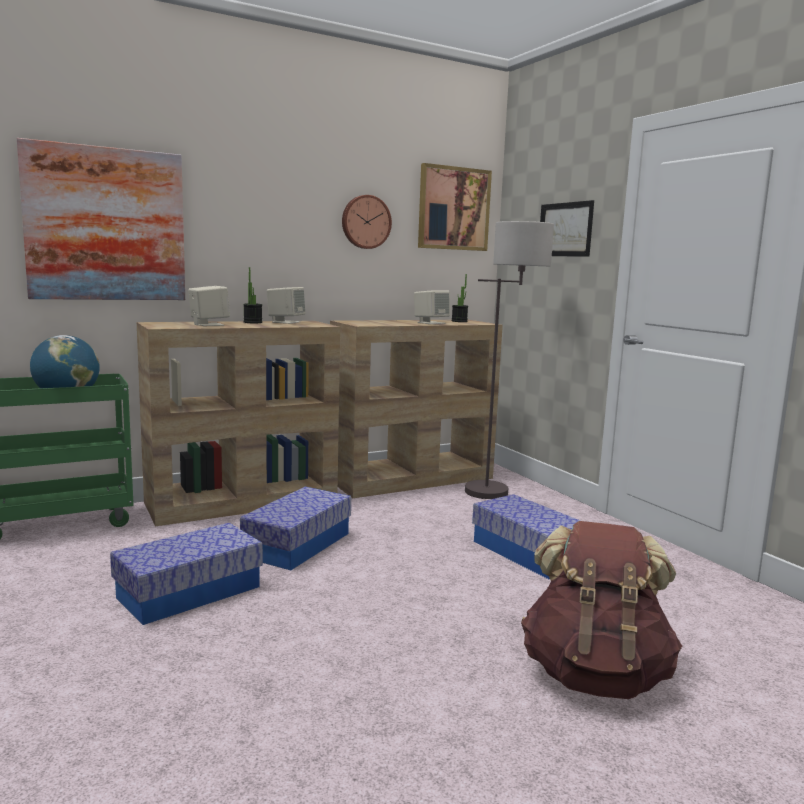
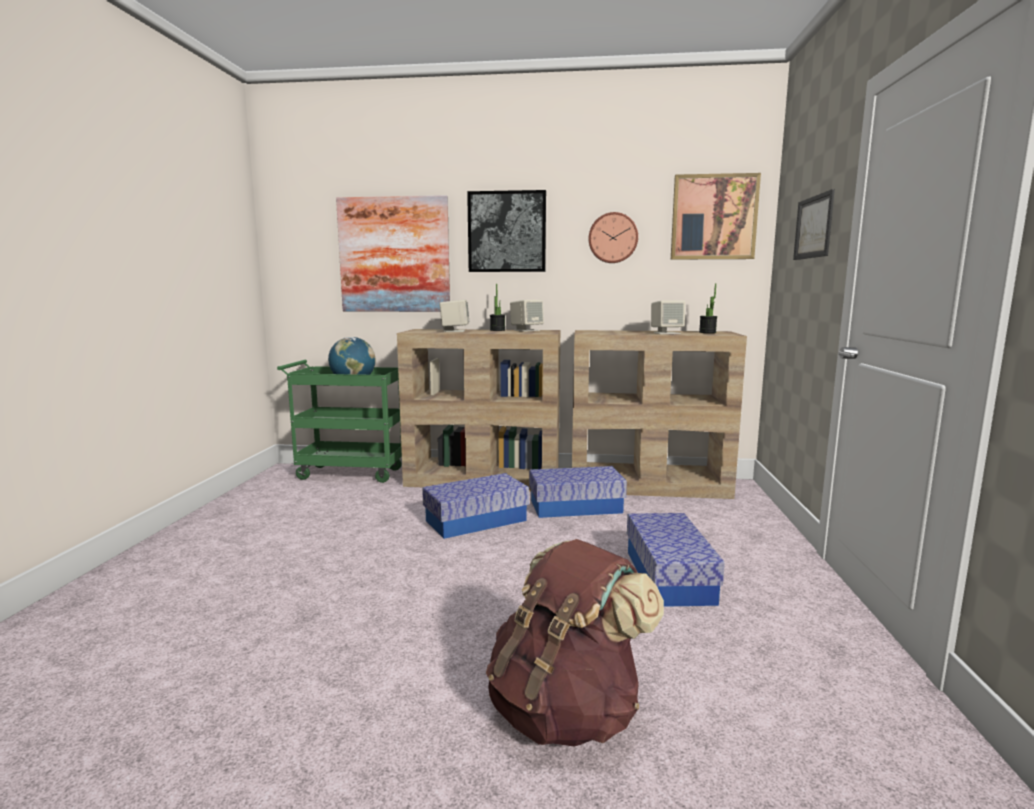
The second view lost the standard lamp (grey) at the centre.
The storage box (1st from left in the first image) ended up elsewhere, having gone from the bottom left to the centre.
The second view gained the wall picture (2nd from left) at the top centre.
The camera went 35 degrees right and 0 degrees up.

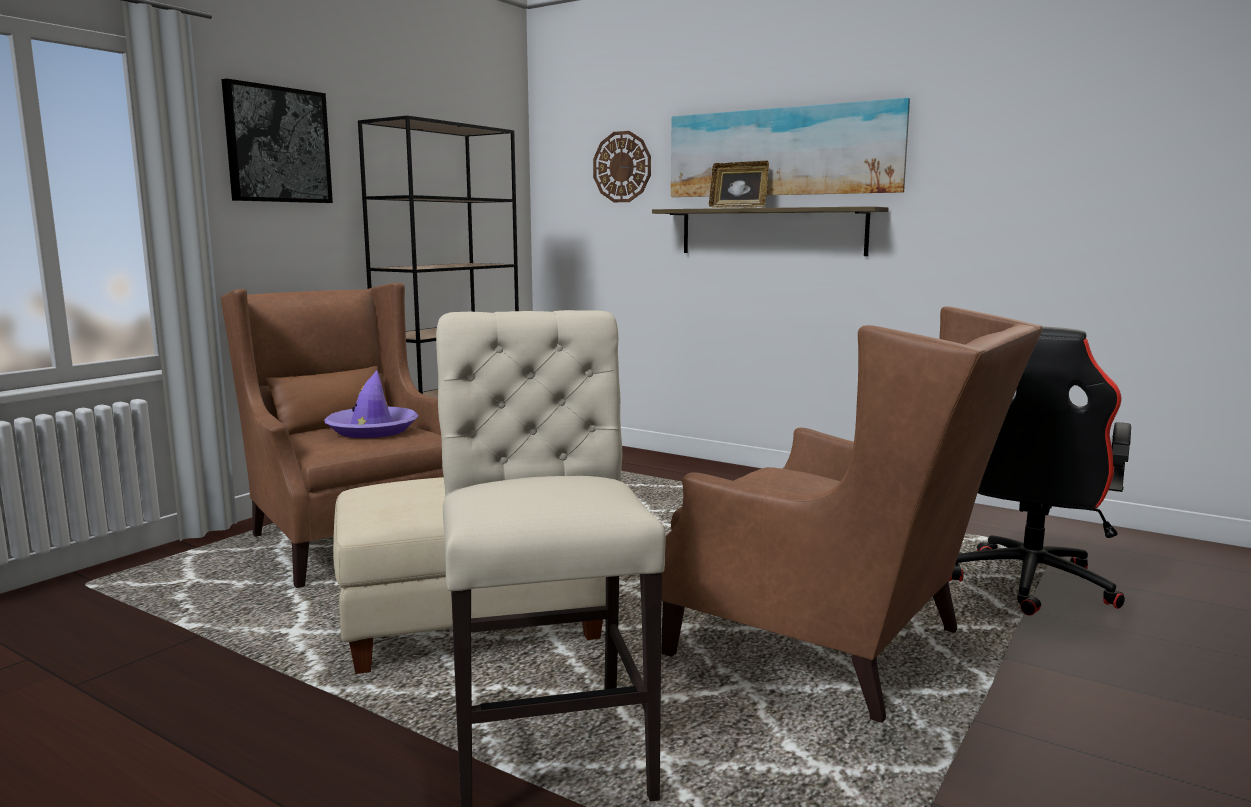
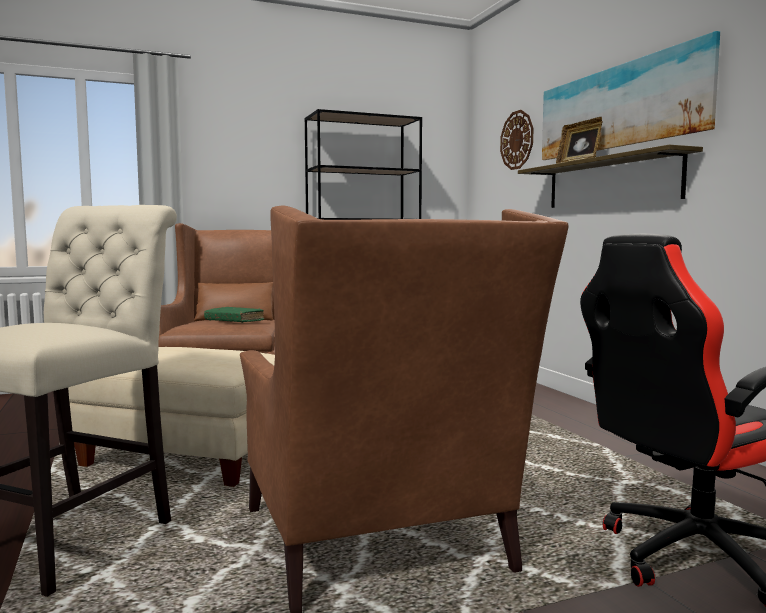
The second view lost the wall picture (1st from left) at the top left.
Where the clothing hat (purple) stood at the middle left, the bound book (green-coloured) came to stand at the middle left.
The camera went 35 degrees right and 5 degrees down.

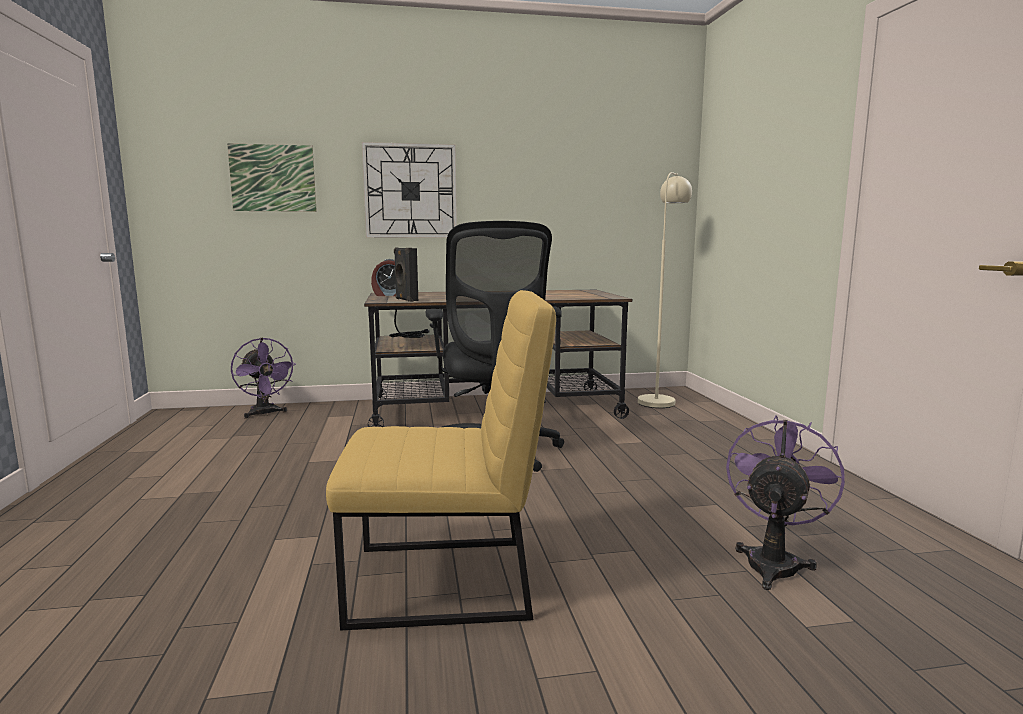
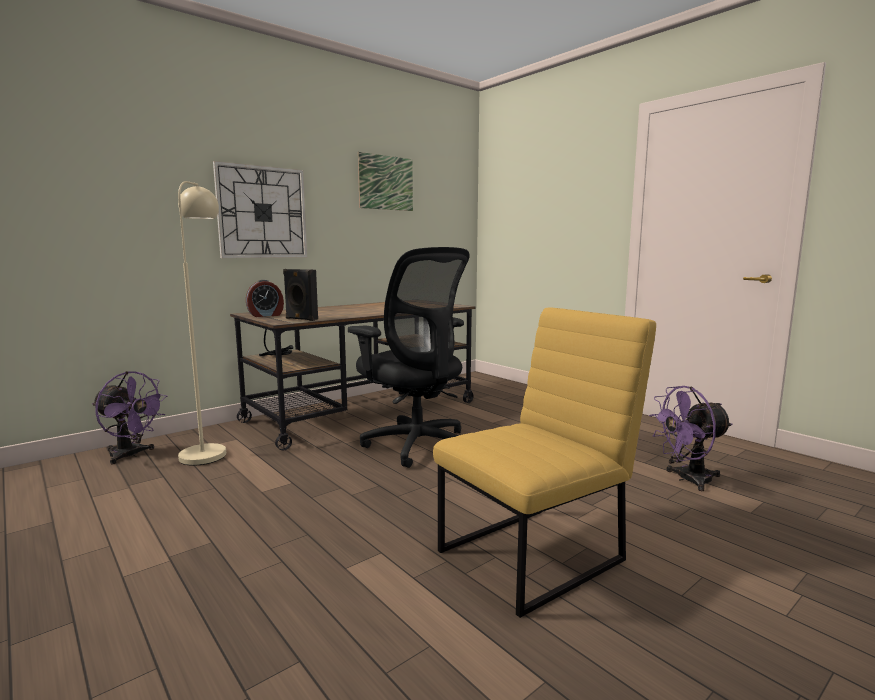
The wall picture ended up elsewhere, having gone from the top left to the top centre.
The standard lamp (sand-coloured) ended up elsewhere, having gone from the centre to the middle left.
The cooling fan (purple) (2nd from left) at the bottom right ended up facing another way, 105 degrees counterclockwise from before.
The camera went 30 degrees left and 0 degrees up.

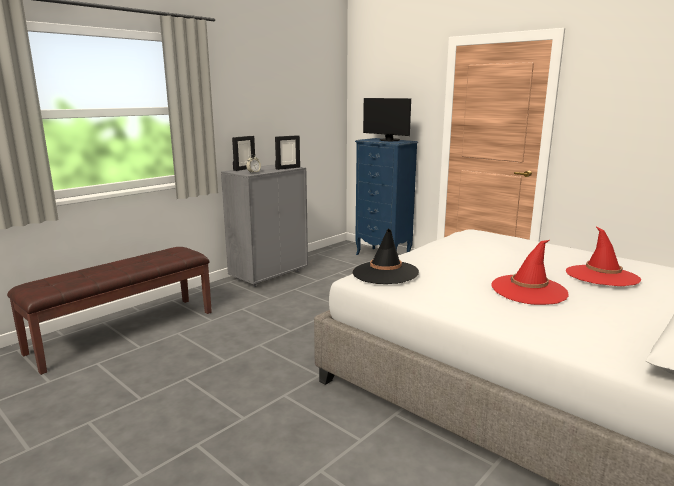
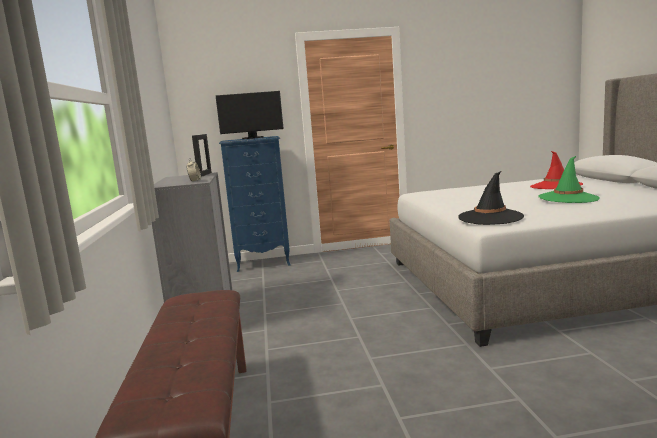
The second view lost the picture frame (1st from left) at the top centre.
What was the clothing hat (red-coloured) (1st from left) at the middle right turned into the clothing hat (green-coloured) at the middle right.
The camera went 50 degrees left and 5 degrees down.

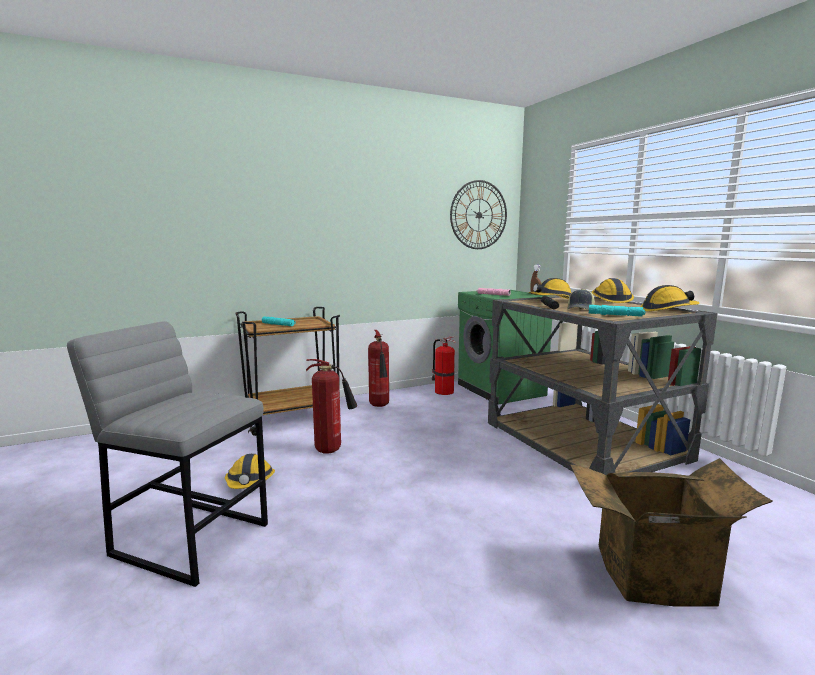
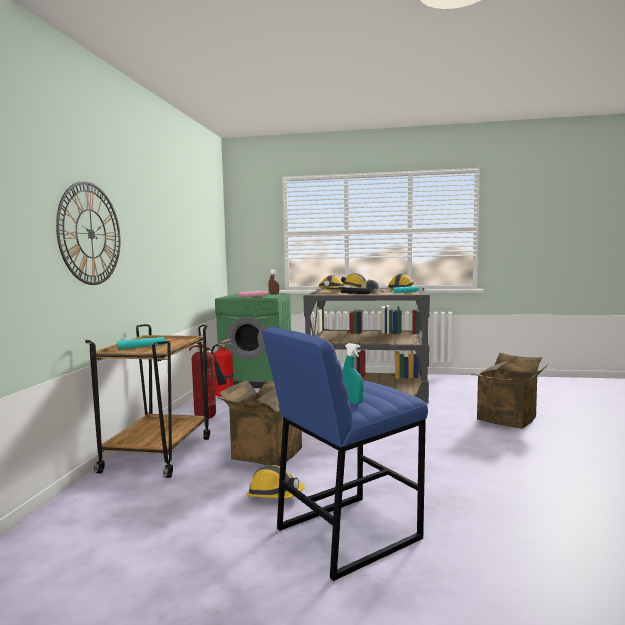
The wall clock ended up elsewhere, having gone from the top centre to the middle left.
What was the sitting stool (grey) at the bottom left turned into the sitting stool (blue) at the bottom centre.
Where the extinguisher (1st from left) stood at the centre, the cardboard box (1st from left) came to stand at the bottom centre.
The second view gained the hand sprayer (turquoise-coloured) at the centre.
The camera went 55 degrees left and 5 degrees down.

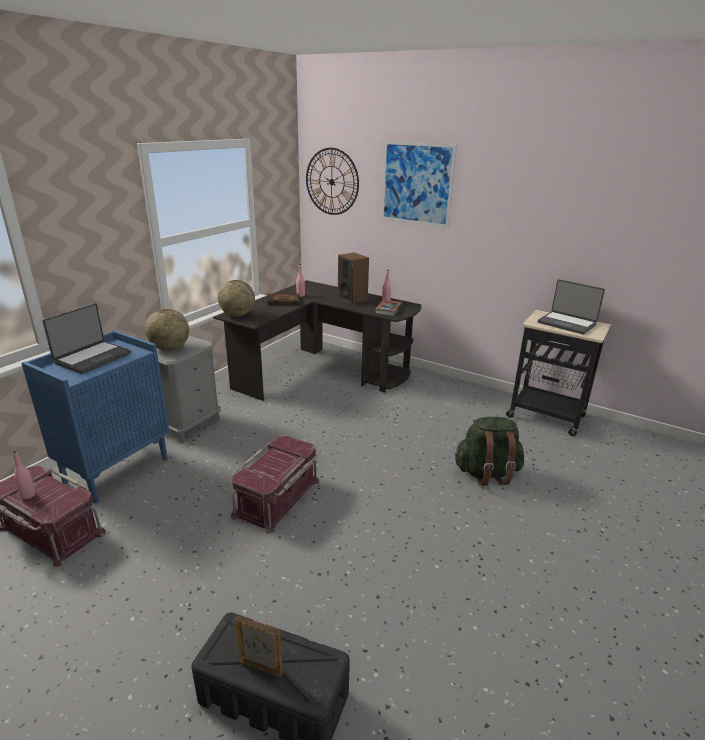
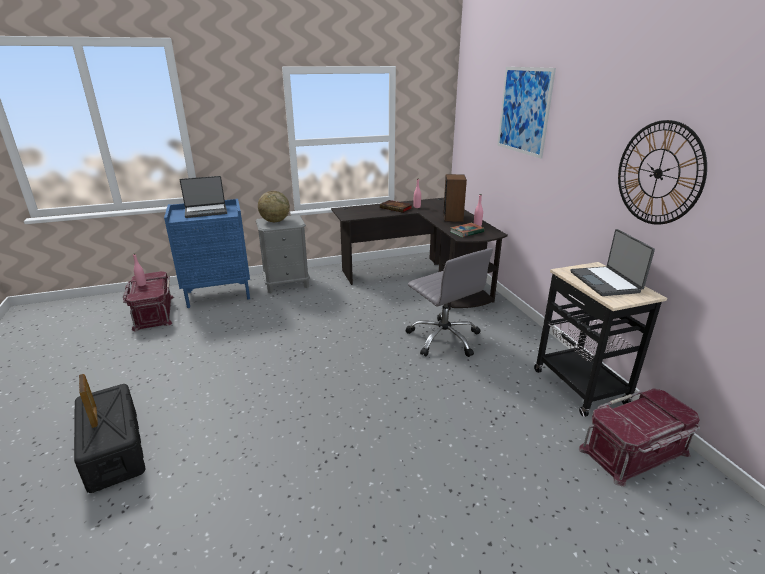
The wall clock ended up elsewhere, having gone from the top centre to the top right.
The second view lost the desk globe (2nd from left) at the centre.
The second view lost the rucksack (green-coloured) at the middle right.
The storage box (red-coloured) (2nd from left) ended up elsewhere, having gone from the centre to the bottom right.
The second view gained the computer chair (grey) at the centre.
The camera went 40 degrees right and 0 degrees up.

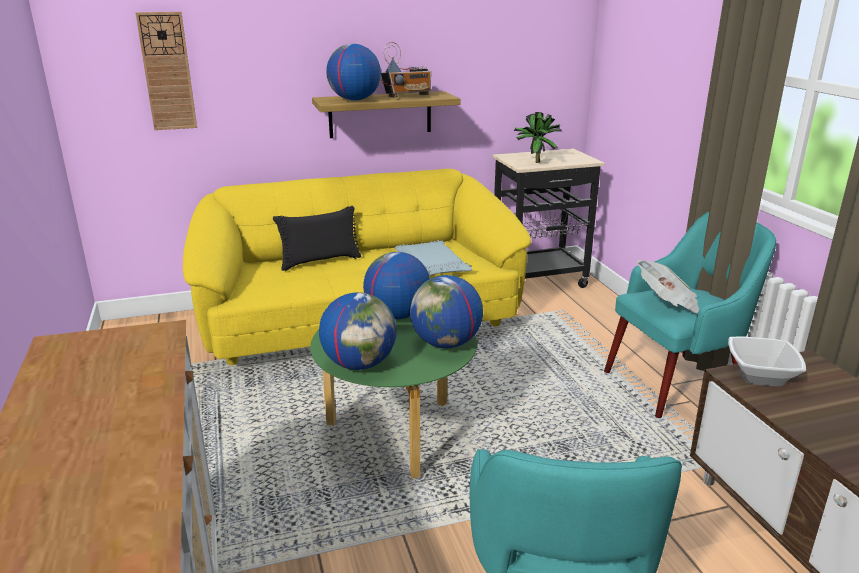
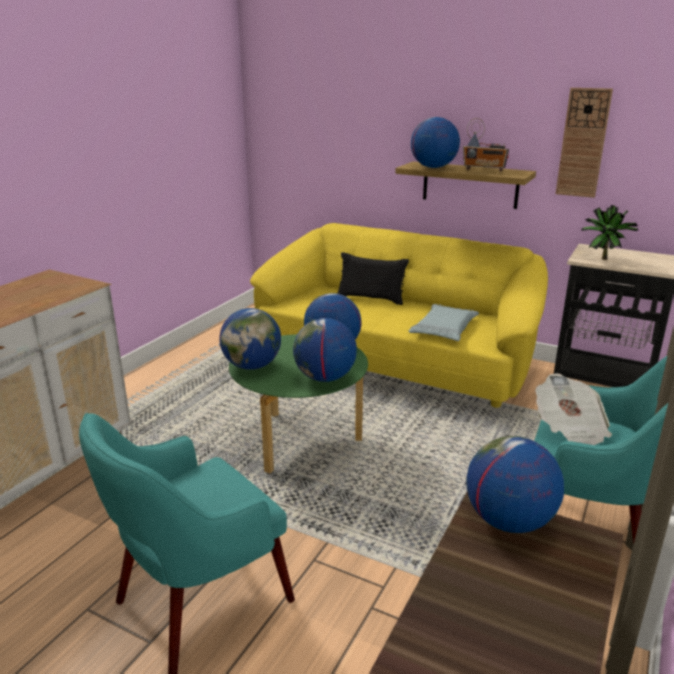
The wall clock ended up elsewhere, having gone from the top left to the top right.
Where the serving bowl stood at the middle right, the desk globe (5th from left) came to stand at the bottom right.
The camera went 45 degrees right and 0 degrees up.

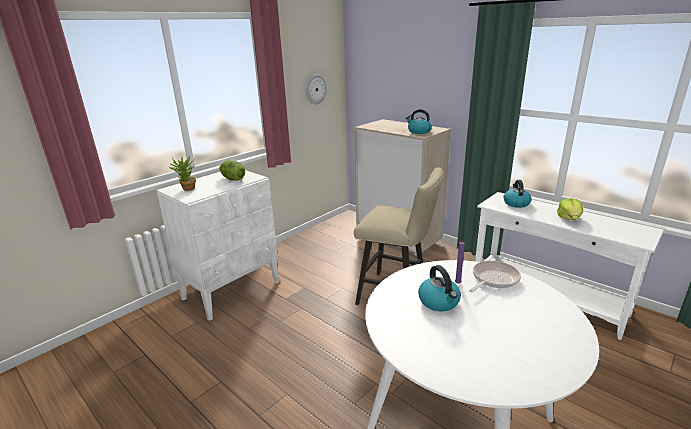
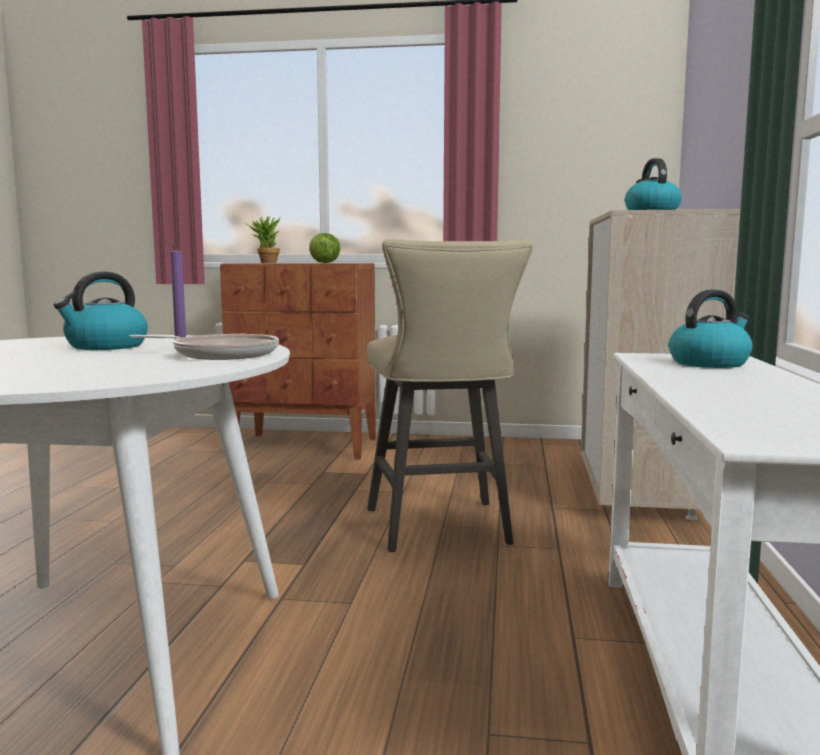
The second view lost the wall clock at the top centre.
What was the chest of drawers (white-coloured) at the middle left turned into the chest of drawers (brown-coloured) at the centre.
The second view lost the lettuce (2nd from left) at the middle right.
The camera went 55 degrees right and 15 degrees down.

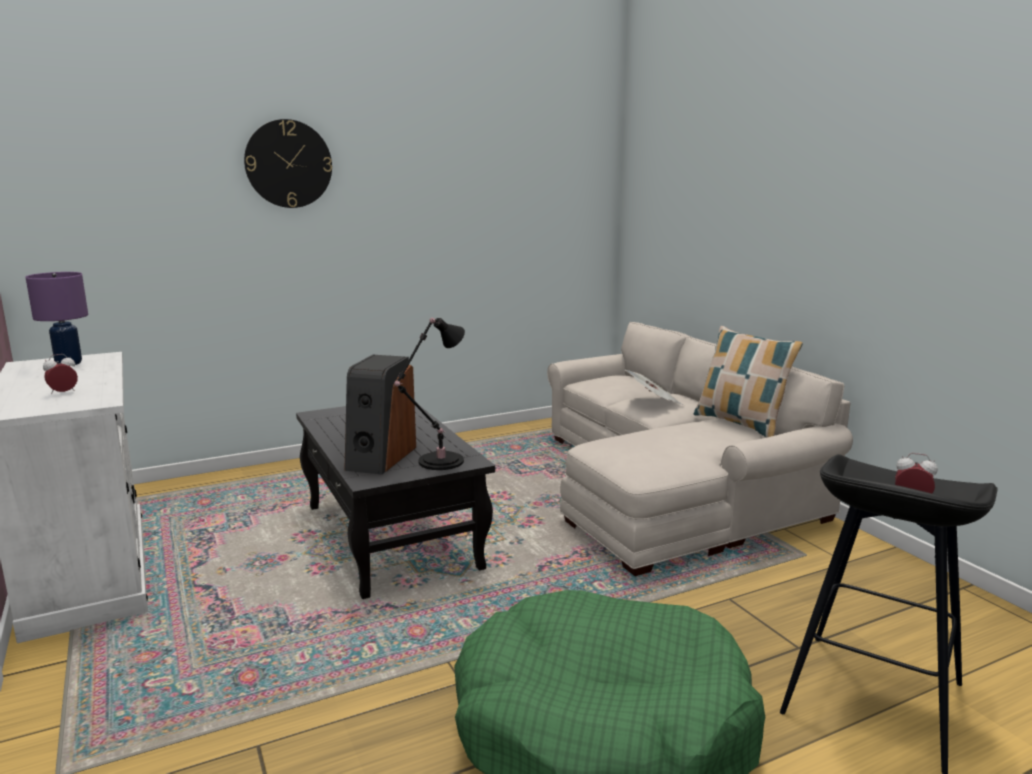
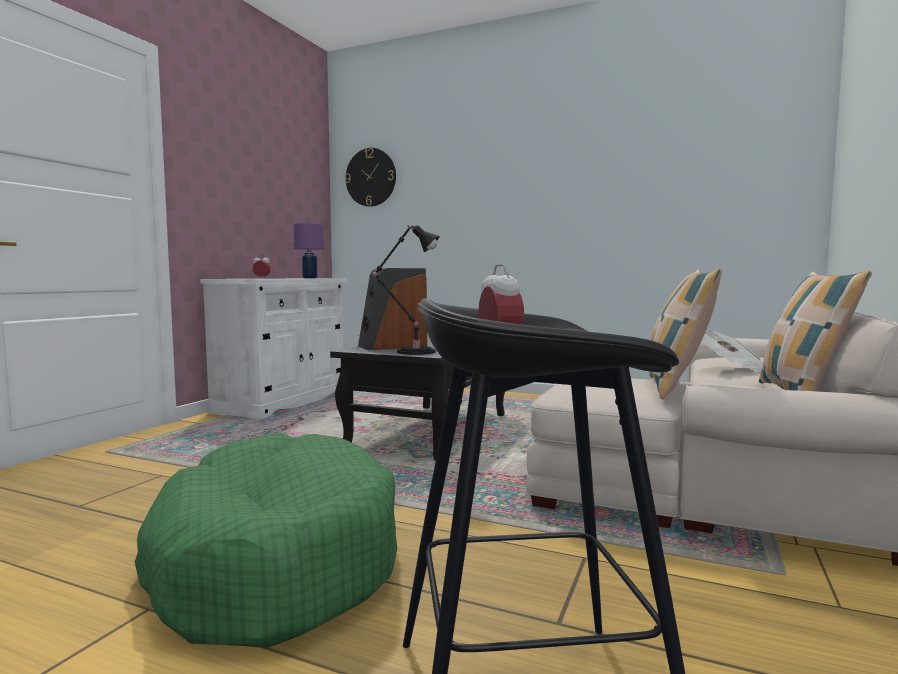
The wall clock ended up elsewhere, having gone from the top left to the top centre.
The second view gained the throw pillow (1st from left) at the middle right.
The camera went 50 degrees right and 10 degrees down.

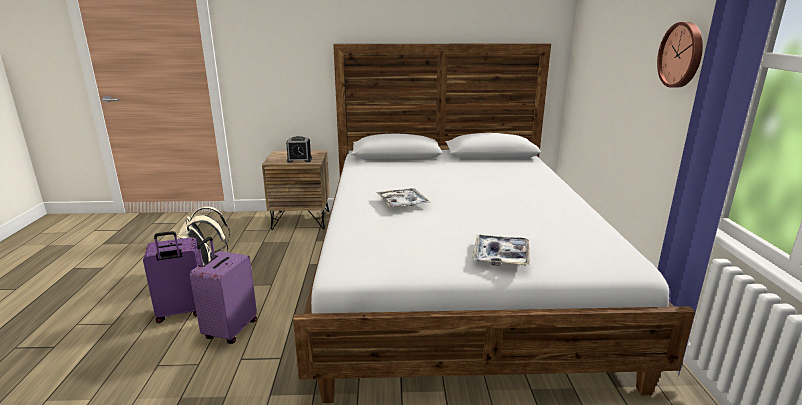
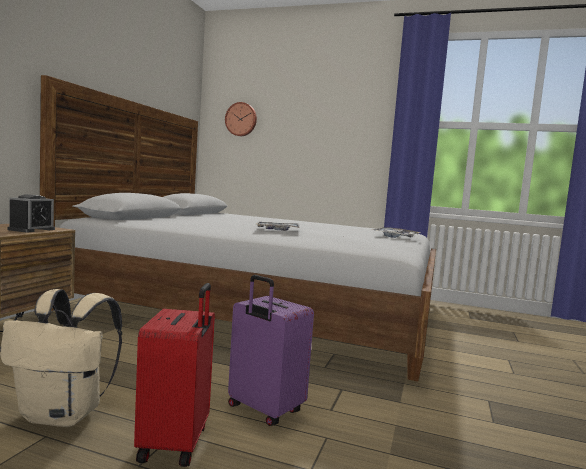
The wall clock ended up elsewhere, having gone from the top right to the top centre.
What was the suitcase (purple) (1st from left) at the bottom left turned into the suitcase (red-coloured) at the bottom left.
The camera went 70 degrees left and 15 degrees down.

